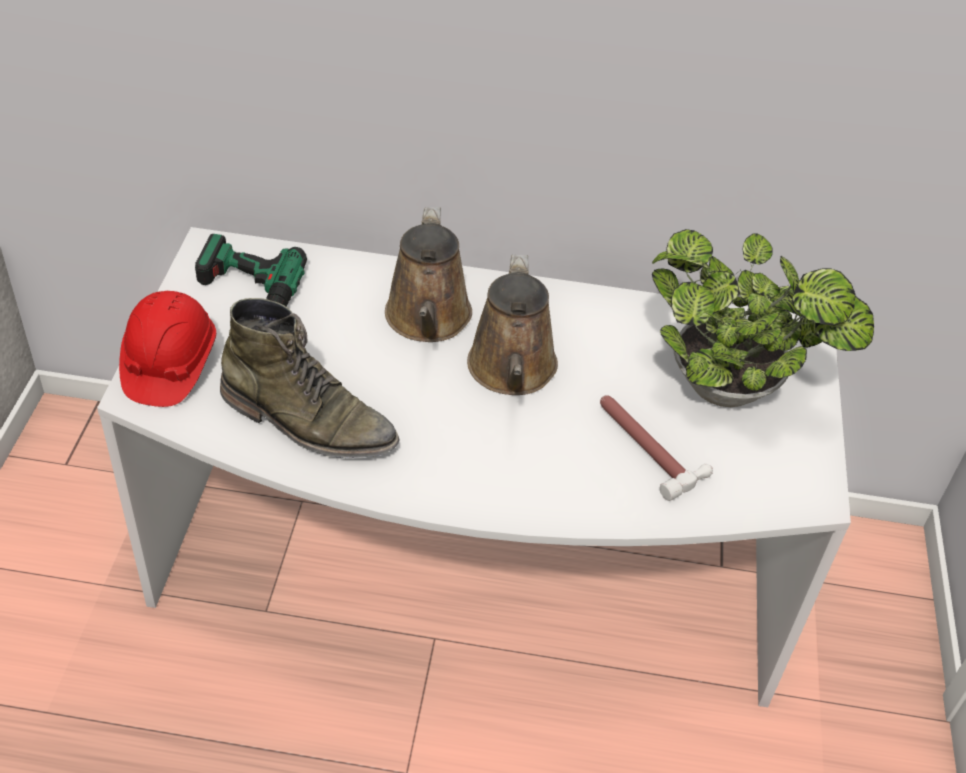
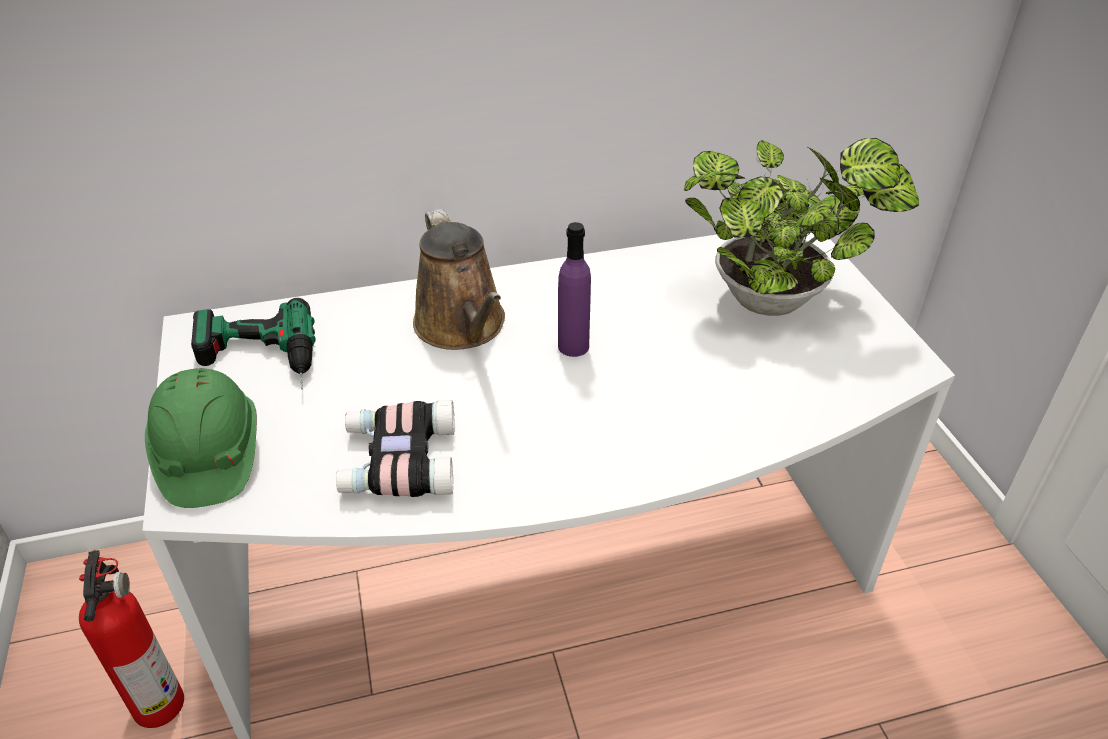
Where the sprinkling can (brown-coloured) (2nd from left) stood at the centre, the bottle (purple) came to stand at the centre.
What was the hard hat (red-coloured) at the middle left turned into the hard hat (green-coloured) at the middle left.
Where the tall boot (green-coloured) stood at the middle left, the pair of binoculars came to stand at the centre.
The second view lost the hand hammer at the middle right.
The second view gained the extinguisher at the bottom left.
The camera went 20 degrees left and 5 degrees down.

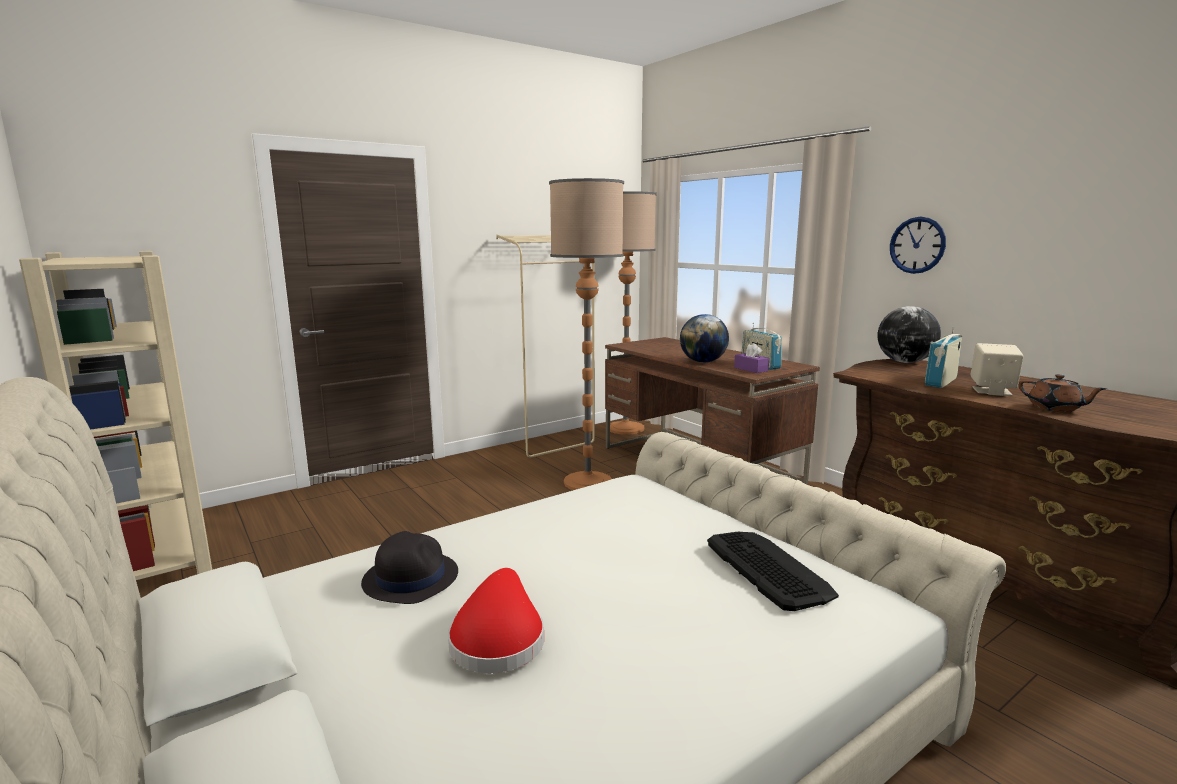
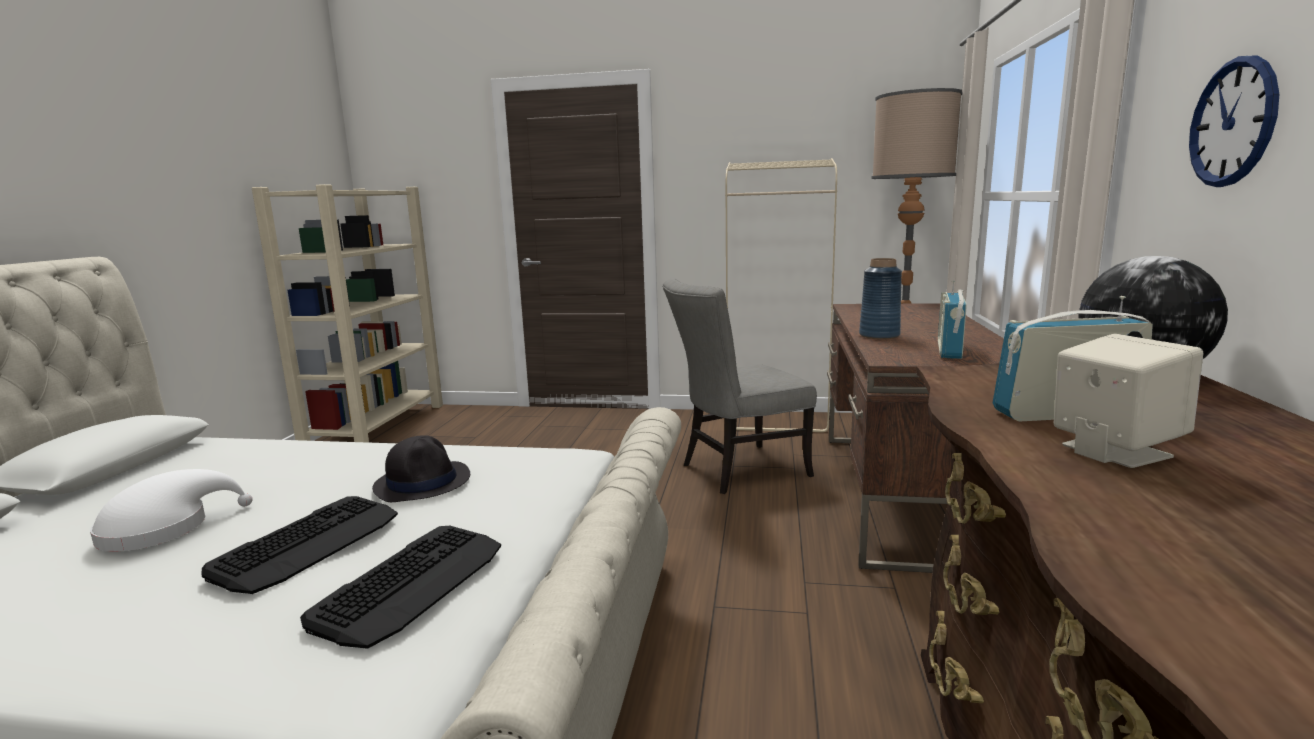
Where the standard lamp (1st from left) stood at the centre, the plain chair (grey) came to stand at the centre.
Where the desk globe (1st from left) stood at the centre, the flower vase (blue) came to stand at the middle right.
The second view lost the box of tissues (purple) at the centre.
The second view lost the tea pot (brown-coloured) at the middle right.
The clothing hat (blackish) ended up elsewhere, having gone from the bottom centre to the middle left.
What was the clothing hat (red-coloured) at the bottom centre turned into the clothing hat (white-coloured) at the bottom left.
The second view gained the keyboard (1st from left) at the bottom left.
The camera went 45 degrees right and 0 degrees up.

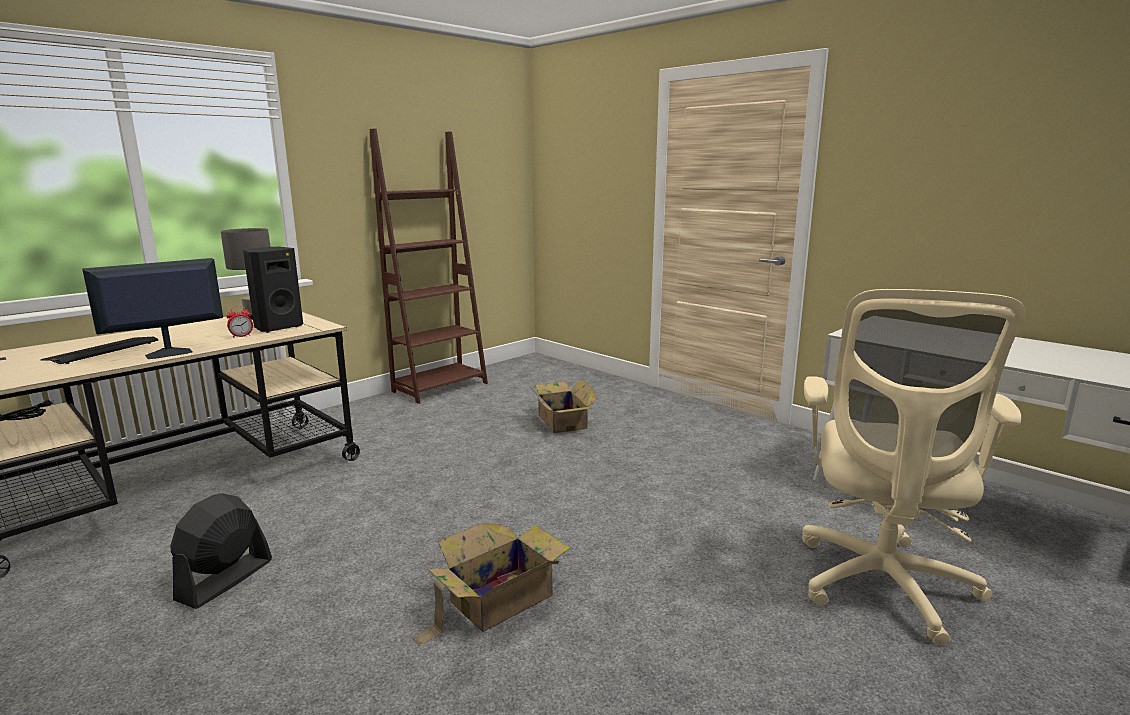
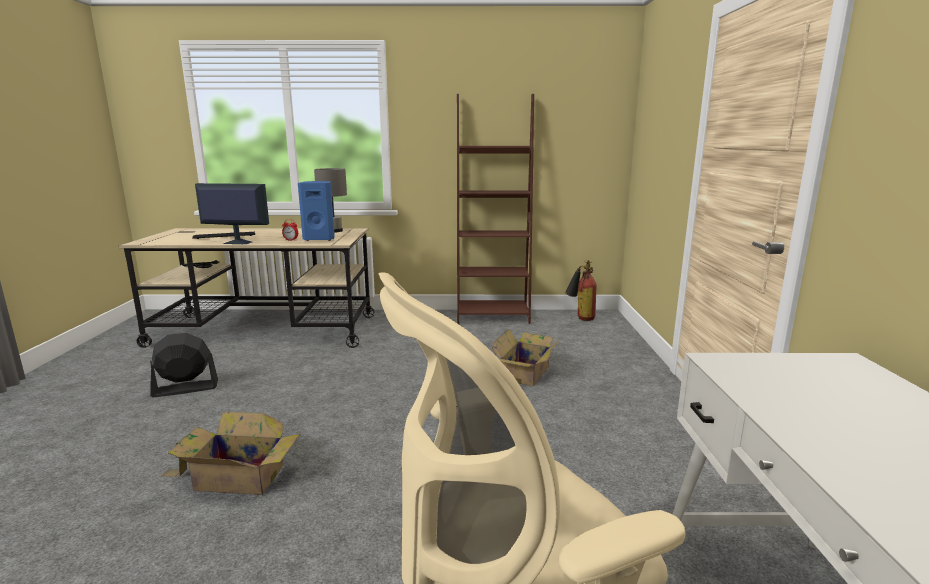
What was the audio speaker (blackish) at the middle left turned into the audio speaker (blue) at the centre.
The second view gained the extinguisher at the centre.
The camera went 45 degrees right and 0 degrees up.

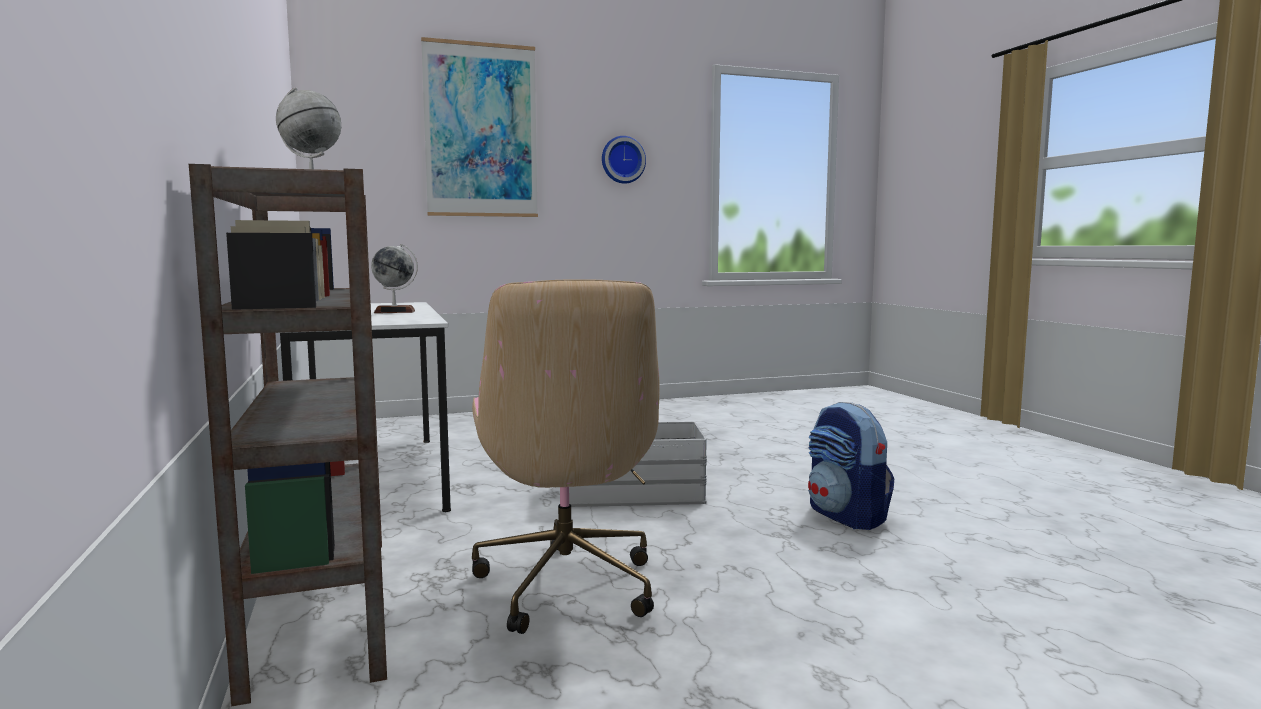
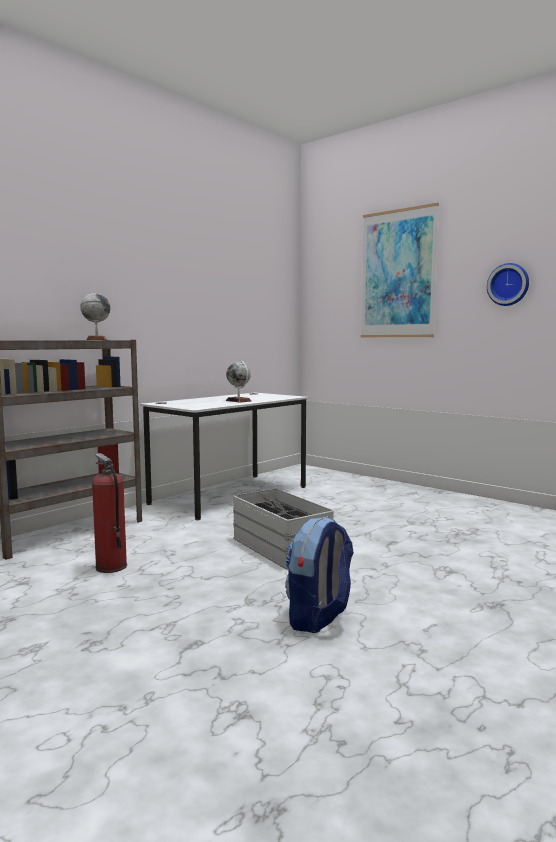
Where the computer chair (pinkish) stood at the centre, the extinguisher came to stand at the middle left.
The camera went 60 degrees right and 0 degrees up.

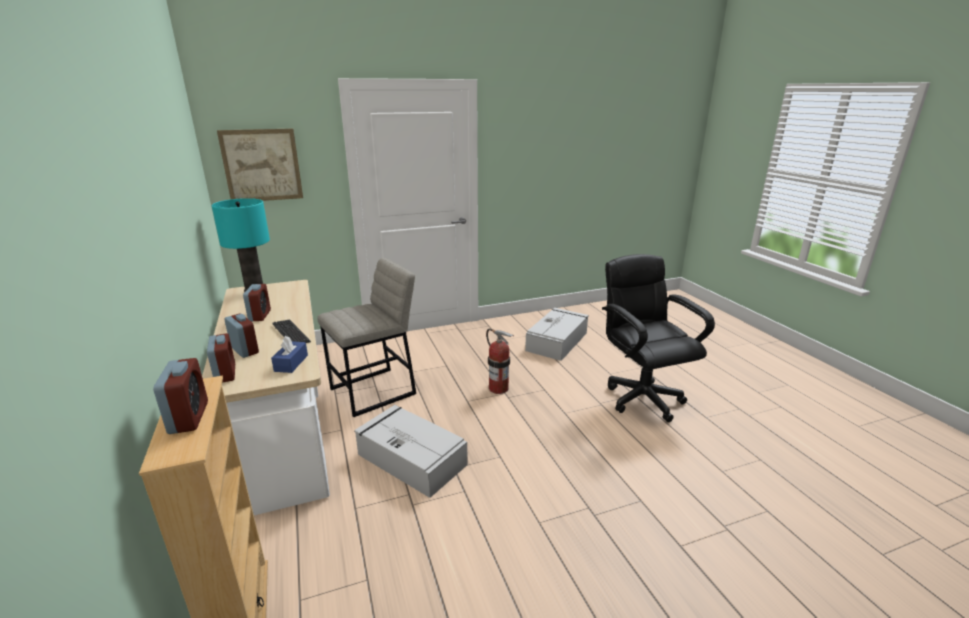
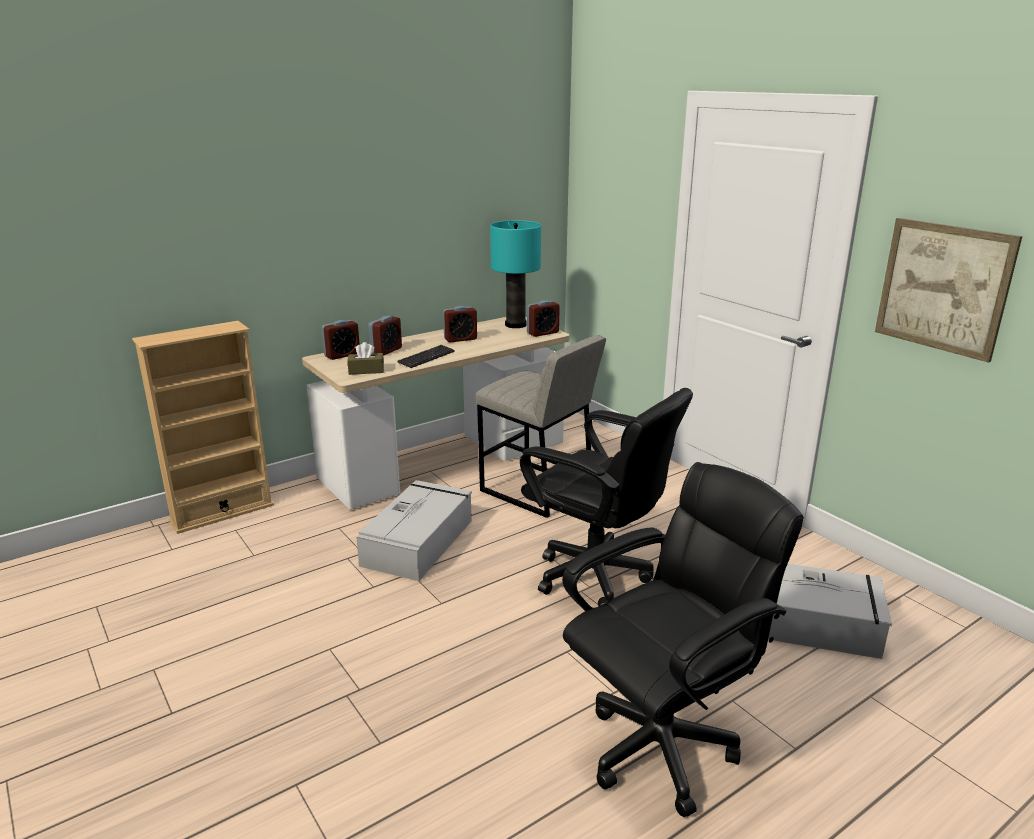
The wall picture ended up elsewhere, having gone from the top left to the middle right.
Where the extinguisher stood at the centre, the computer chair (blackish) (1st from left) came to stand at the centre.
What was the box of tissues (blue) at the middle left turned into the box of tissues (brown-coloured) at the centre.
The bedside clock (1st from left in the first image) ended up elsewhere, having gone from the middle left to the centre.
The camera went 75 degrees right and 0 degrees up.

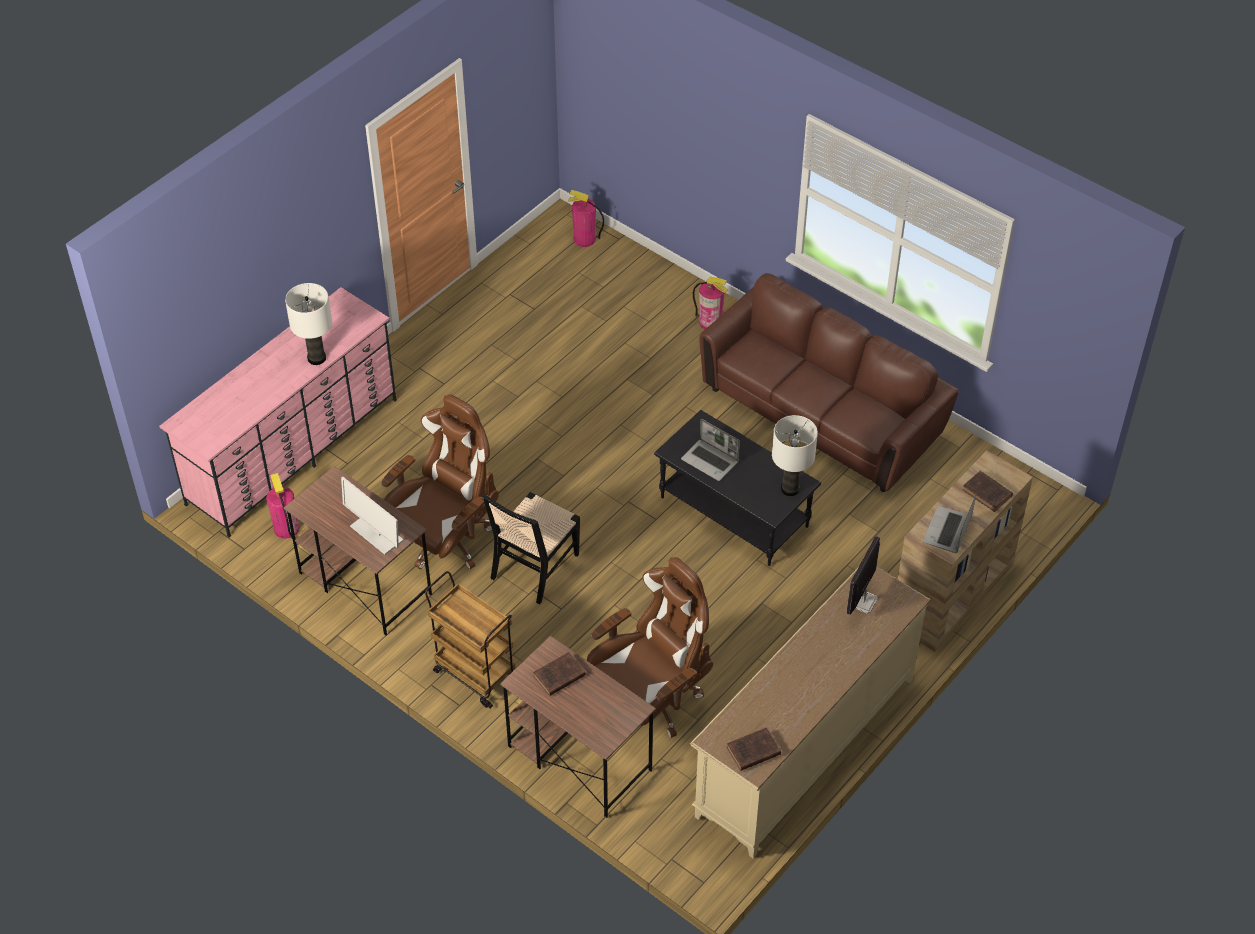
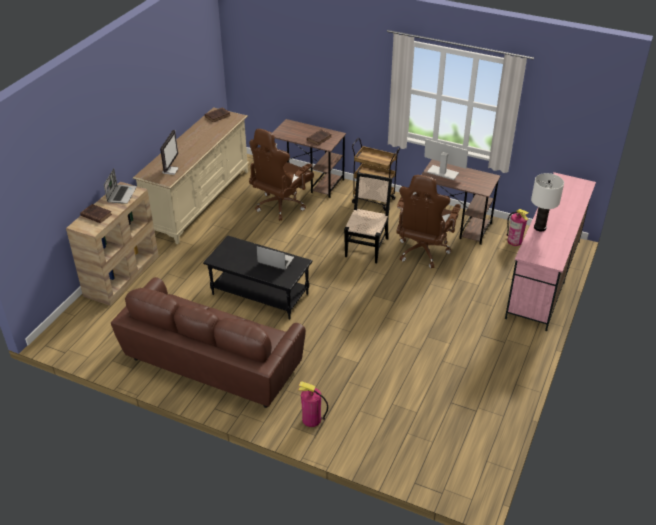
The second view lost the extinguisher (2nd from left) at the top centre.
The second view lost the lamp for a table (white-coloured) (2nd from left) at the centre.
The camera went 165 degrees right and 10 degrees down.

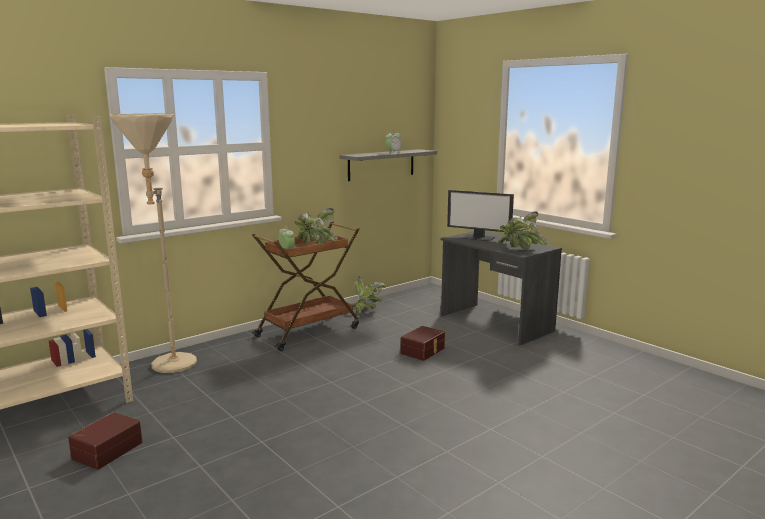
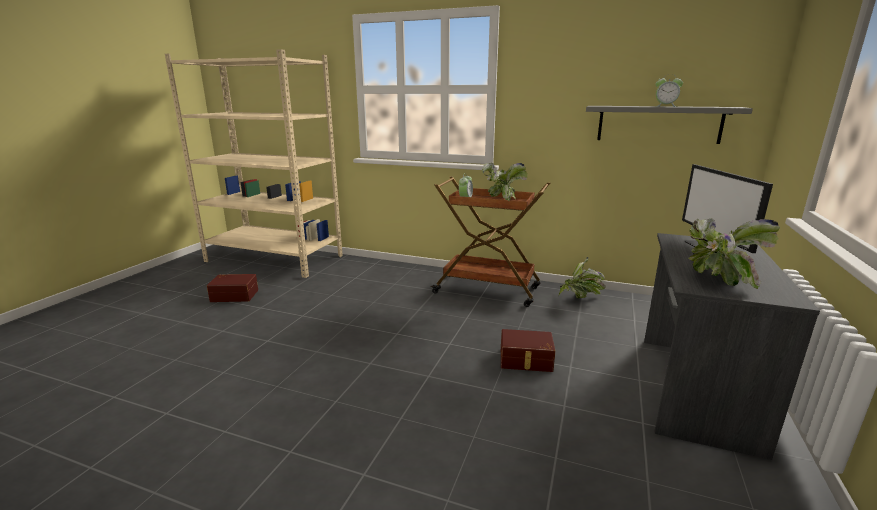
The second view lost the standard lamp (sand-coloured) at the middle left.
The camera went 60 degrees right and 5 degrees up.

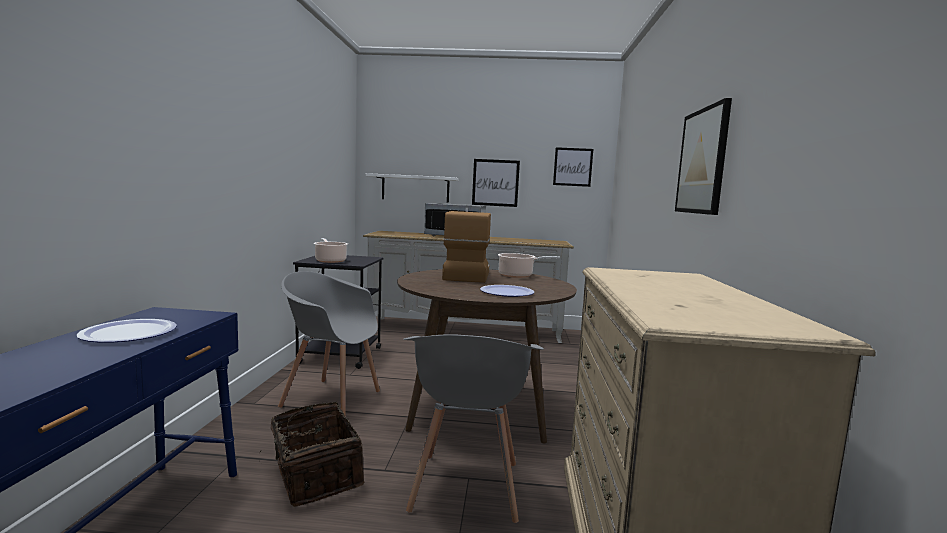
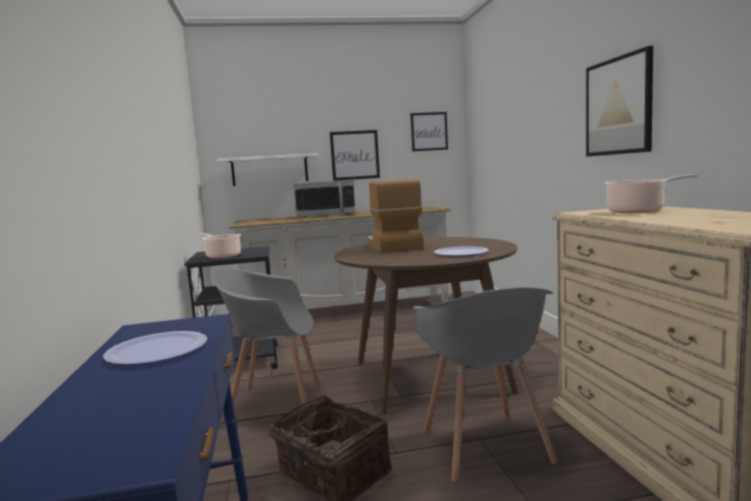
The stockpot (2nd from left) ended up elsewhere, having gone from the centre to the middle right.
The camera went 15 degrees left and 0 degrees up.

